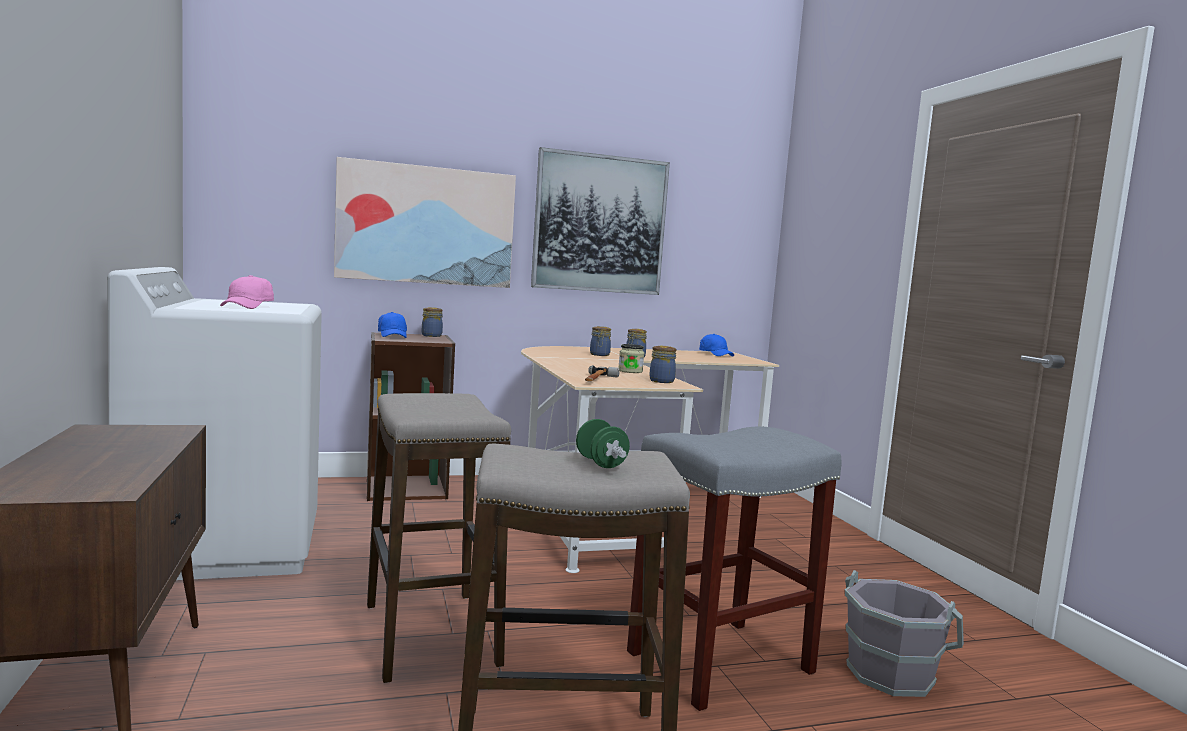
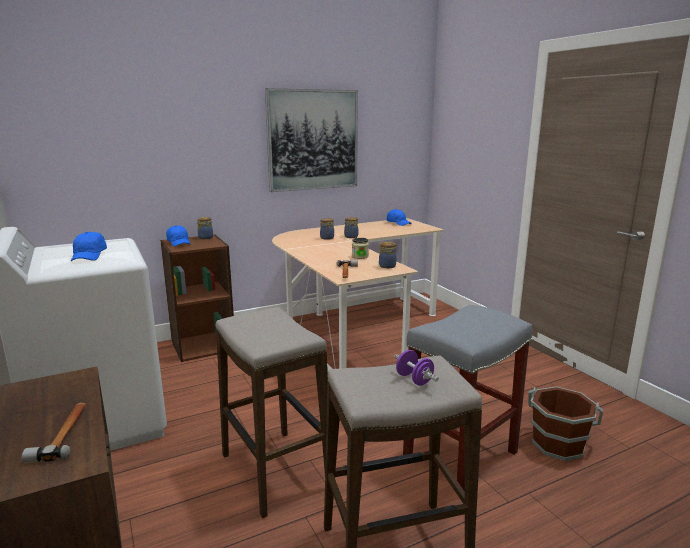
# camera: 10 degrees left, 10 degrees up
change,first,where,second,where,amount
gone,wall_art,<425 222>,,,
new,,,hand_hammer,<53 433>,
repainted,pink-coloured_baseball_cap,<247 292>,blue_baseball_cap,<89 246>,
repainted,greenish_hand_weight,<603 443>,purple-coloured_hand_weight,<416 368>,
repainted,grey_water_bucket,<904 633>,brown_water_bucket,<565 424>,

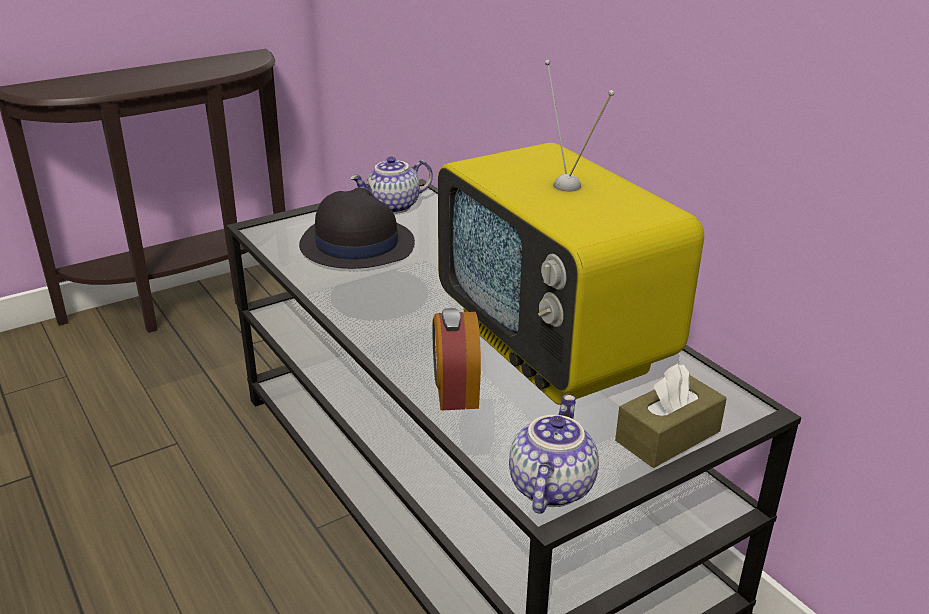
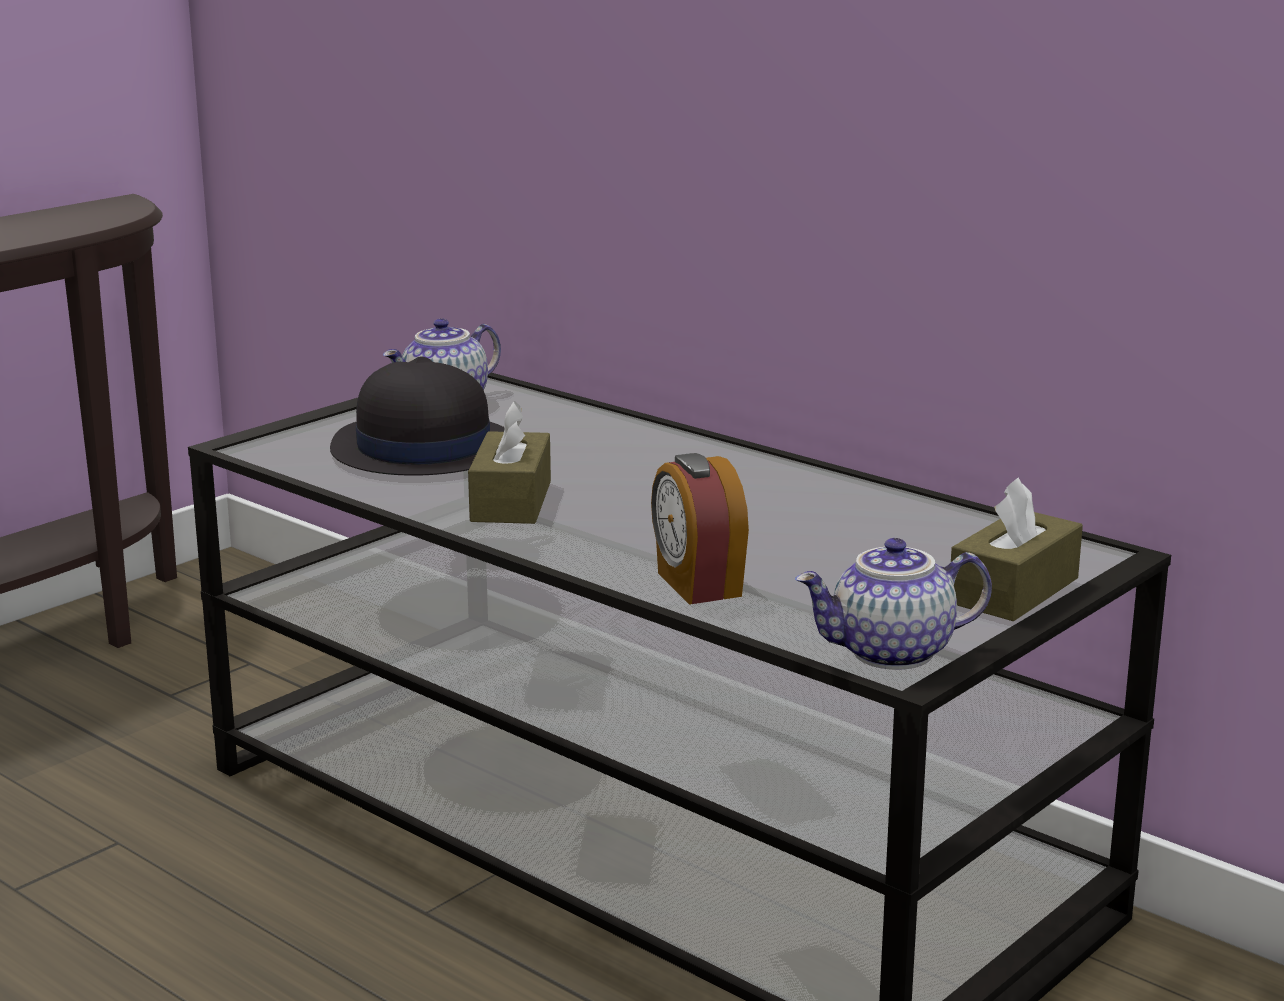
# camera: 15 degrees left, 10 degrees down
change,first,where,second,where,amount
gone,TV,<571 232>,,,
new,,,brown_box_of_tissues,<509 462>,
rotated,tea_pot,<554 454>,,<893 604>,105 degrees counterclockwise

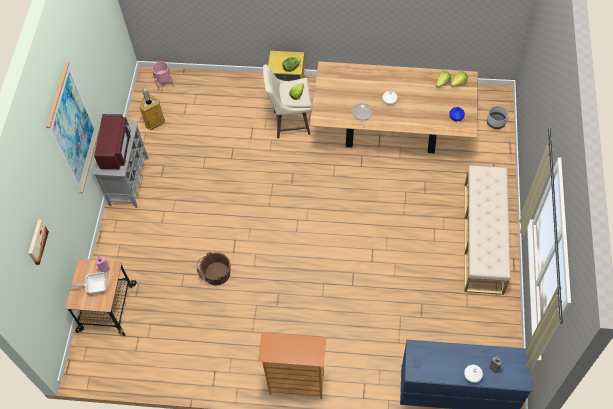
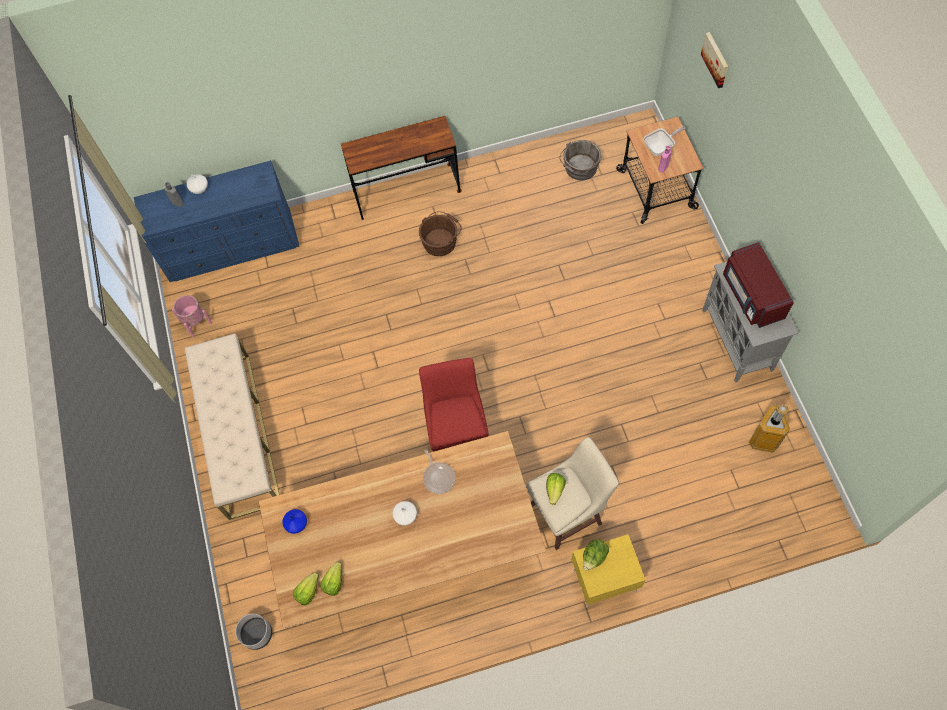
# camera: 160 degrees right, 5 degrees up
change,first,where,second,where,amount
gone,wall_art,<72 127>,,,
new,,,reddish_stool,<454 404>,
new,,,grey_water_bucket,<580 160>,
shifted,pink-coloured_flower_pot,<163 76>,,<192 316>,
shifted,brown_water_bucket,<214 268>,,<440 233>,
swapped,bookshelf,<292 366>,brown_desk_unit,<401 168>,

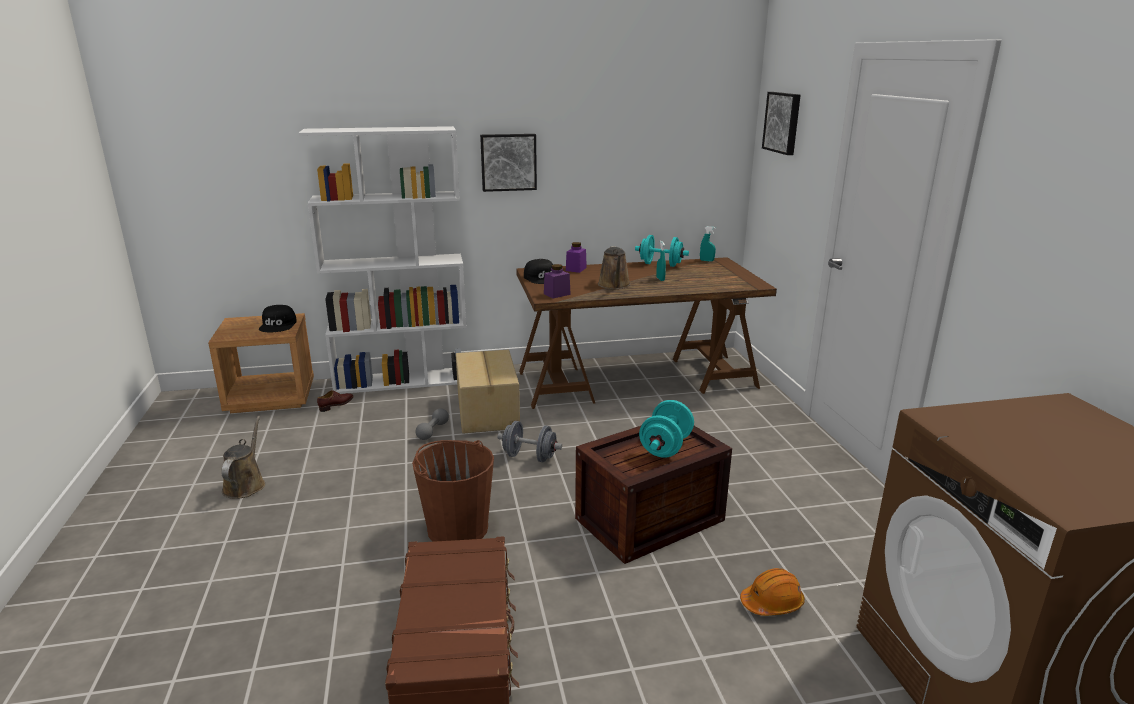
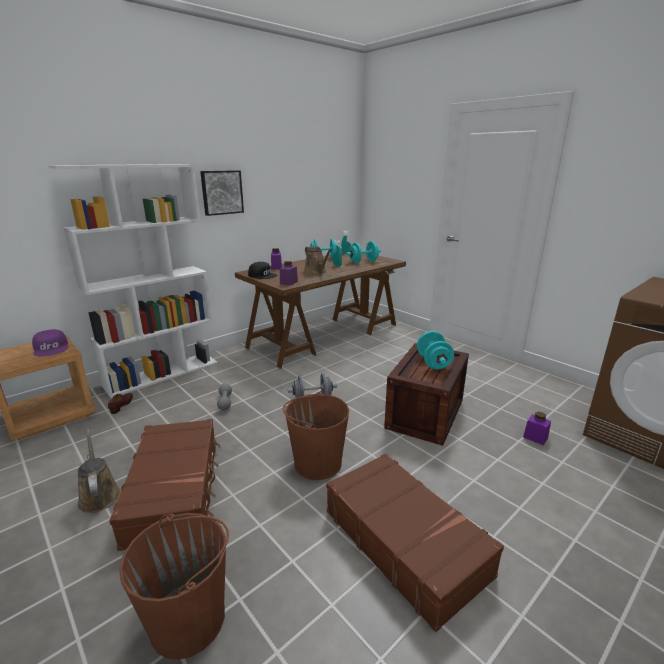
# camera: 30 degrees left, 0 degrees up
change,first,where,second,where,amount
gone,cardboard_box,<488 391>,,,
gone,wall_art,<781 123>,,,
new,,,brown_suitcase,<164 485>,
new,,,brown_water_bucket,<174 586>,
new,,,blue-green_hand_weight,<363 252>,
swapped,orange_safety_helmet,<772 592>,purple-coloured_jar,<537 428>,
repainted,black_baseball_cap,<278 318>,purple-coloured_baseball_cap,<50 343>,

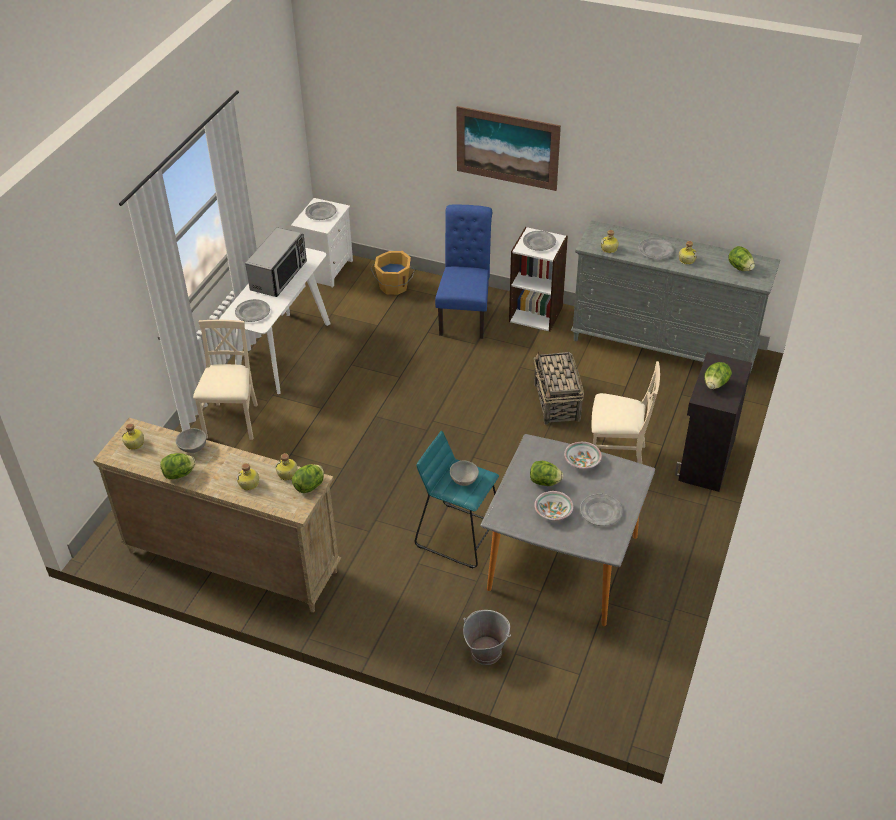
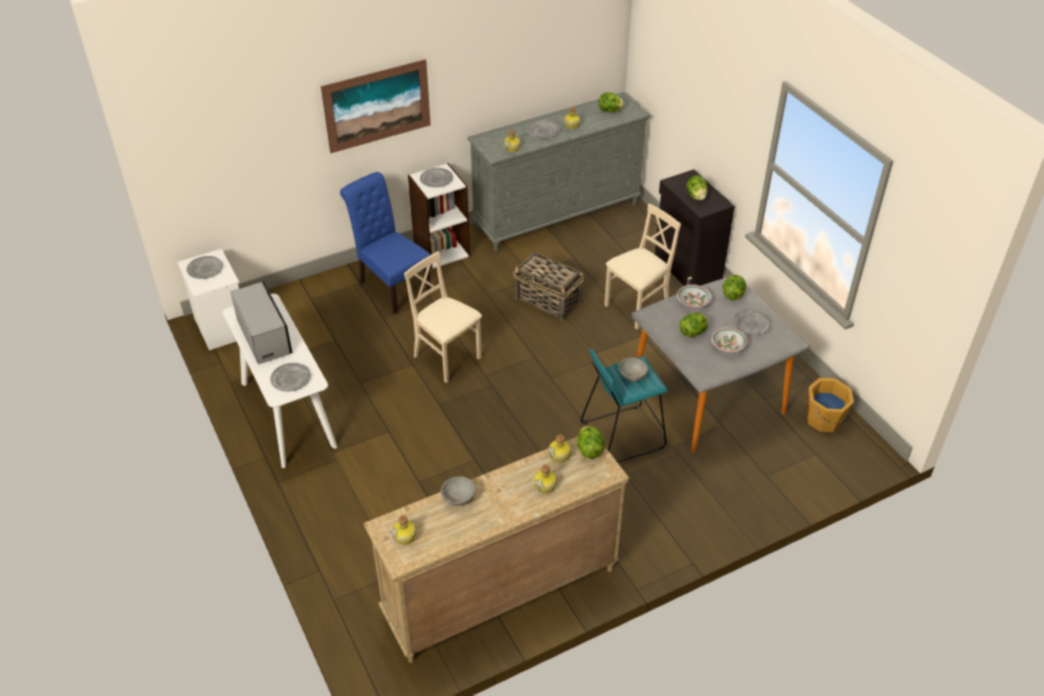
# camera: 50 degrees left, 0 degrees up
change,first,where,second,where,amount
gone,grey_water_bucket,<487 637>,,,
shifted,head_of_lettuce,<178 466>,,<734 287>,
shifted,sand-coloured_chair,<225 380>,,<443 317>,
shifted,orange_water_bucket,<393 273>,,<830 405>,

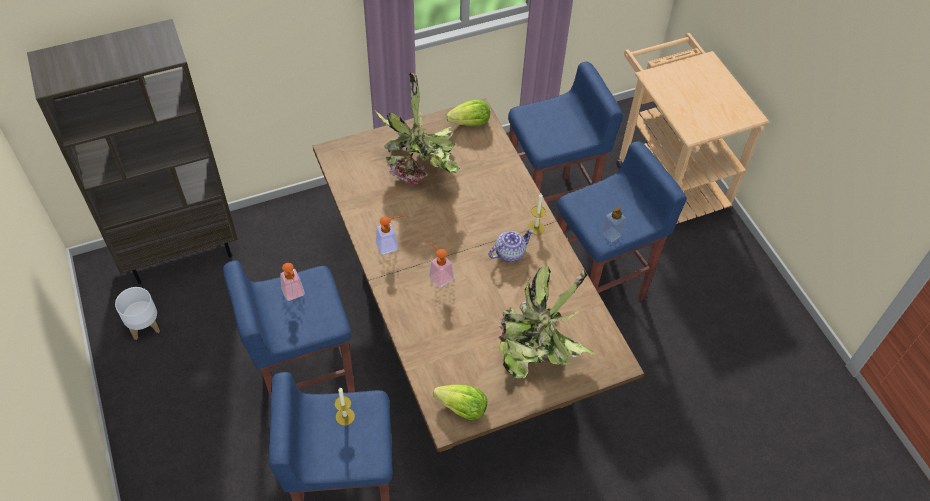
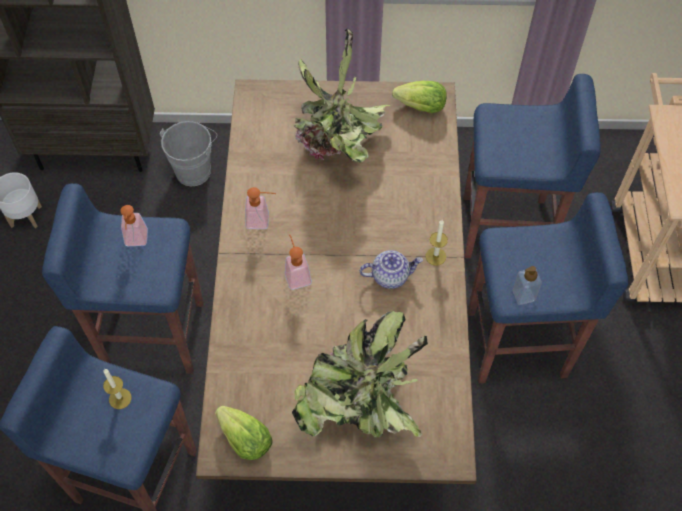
# camera: 25 degrees right, 5 degrees up
change,first,where,second,where,amount
new,,,grey_water_bucket,<188 153>,

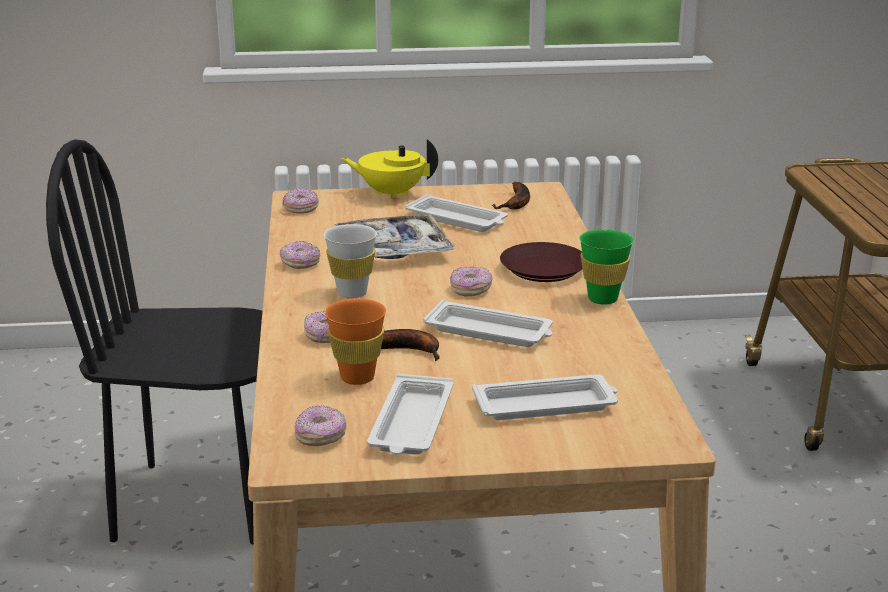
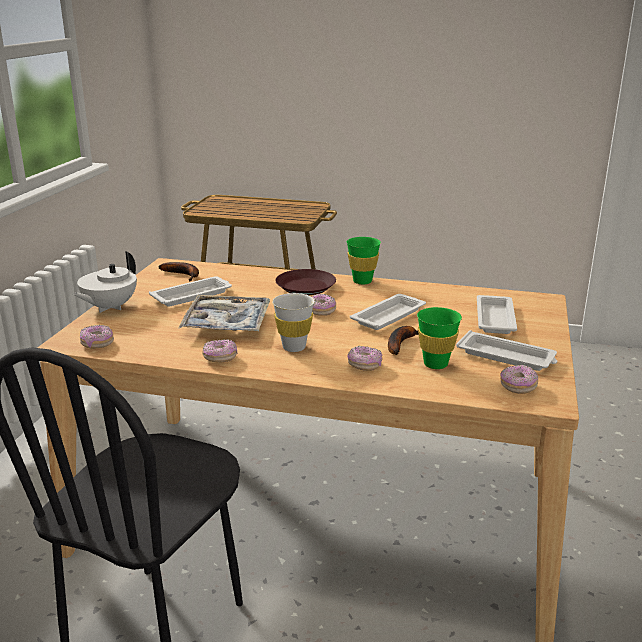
# camera: 70 degrees left, 0 degrees up
change,first,where,second,where,amount
repainted,orange_cup,<355 341>,greenish_cup,<439 338>,
repainted,yellow-coloured_tea_pot,<389 169>,white_tea_pot,<105 282>,

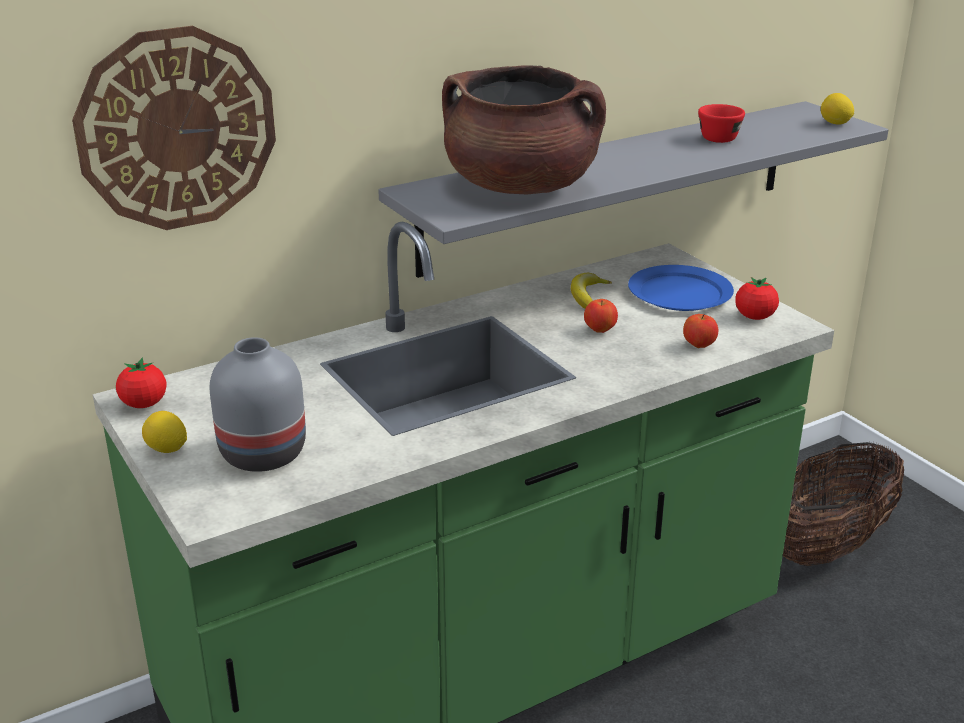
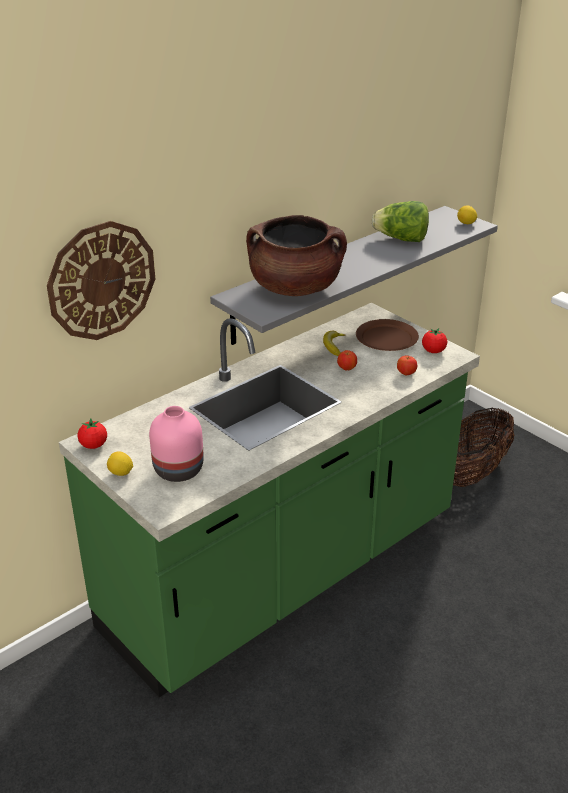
# camera: 10 degrees left, 5 degrees up
change,first,where,second,where,amount
swapped,reddish_cup,<721 123>,head_of_lettuce,<400 221>,
repainted,grey_decorative_vase,<258 404>,pink-coloured_decorative_vase,<176 444>,
repainted,blue_plate,<681 288>,brown_plate,<387 335>,

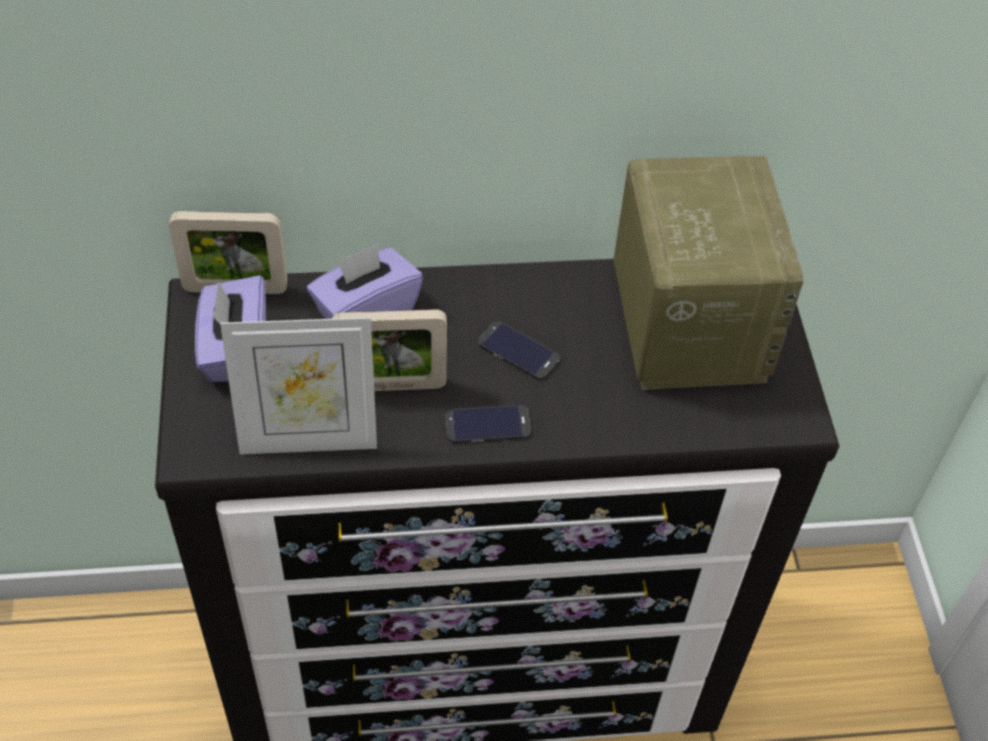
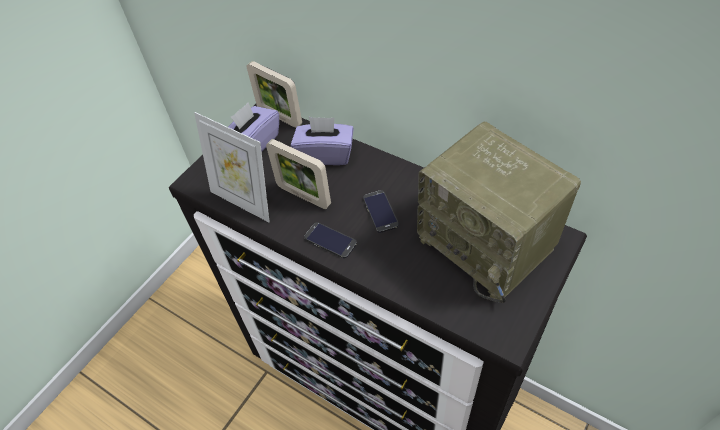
# camera: 45 degrees right, 0 degrees up
change,first,where,second,where,amount
rotated,radio_set,<709 273>,,<499 212>,105 degrees clockwise

